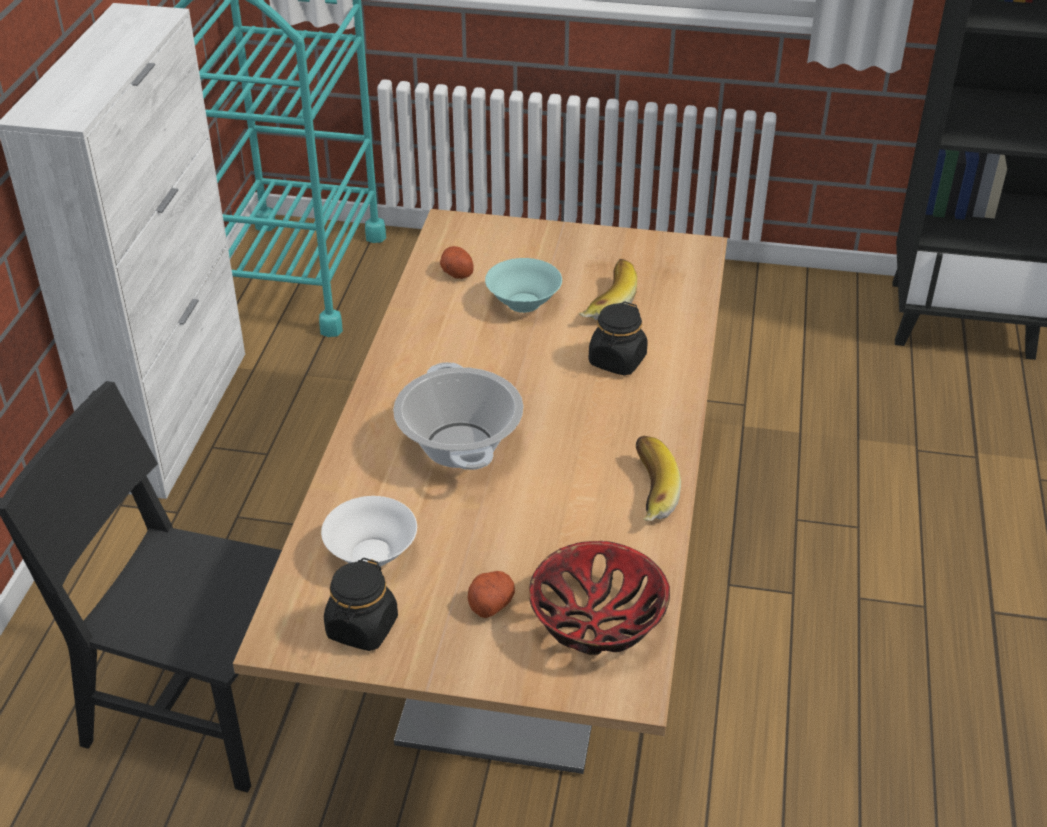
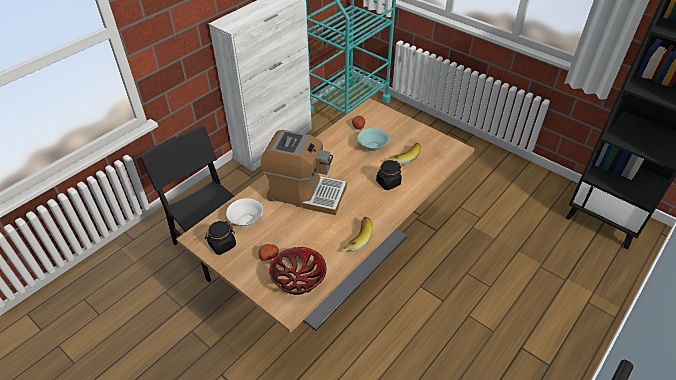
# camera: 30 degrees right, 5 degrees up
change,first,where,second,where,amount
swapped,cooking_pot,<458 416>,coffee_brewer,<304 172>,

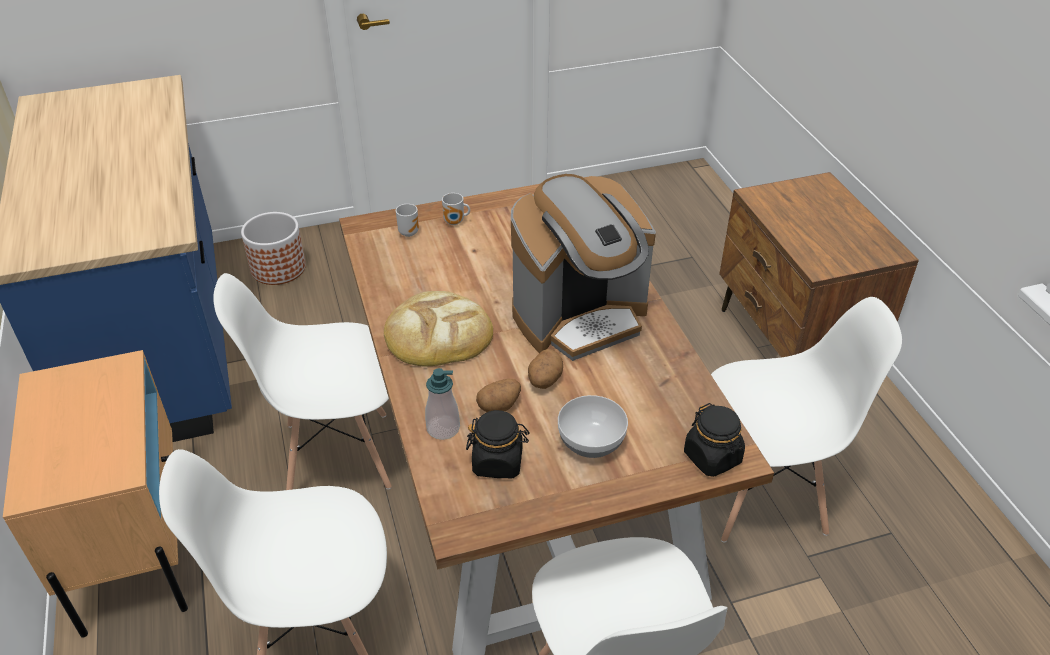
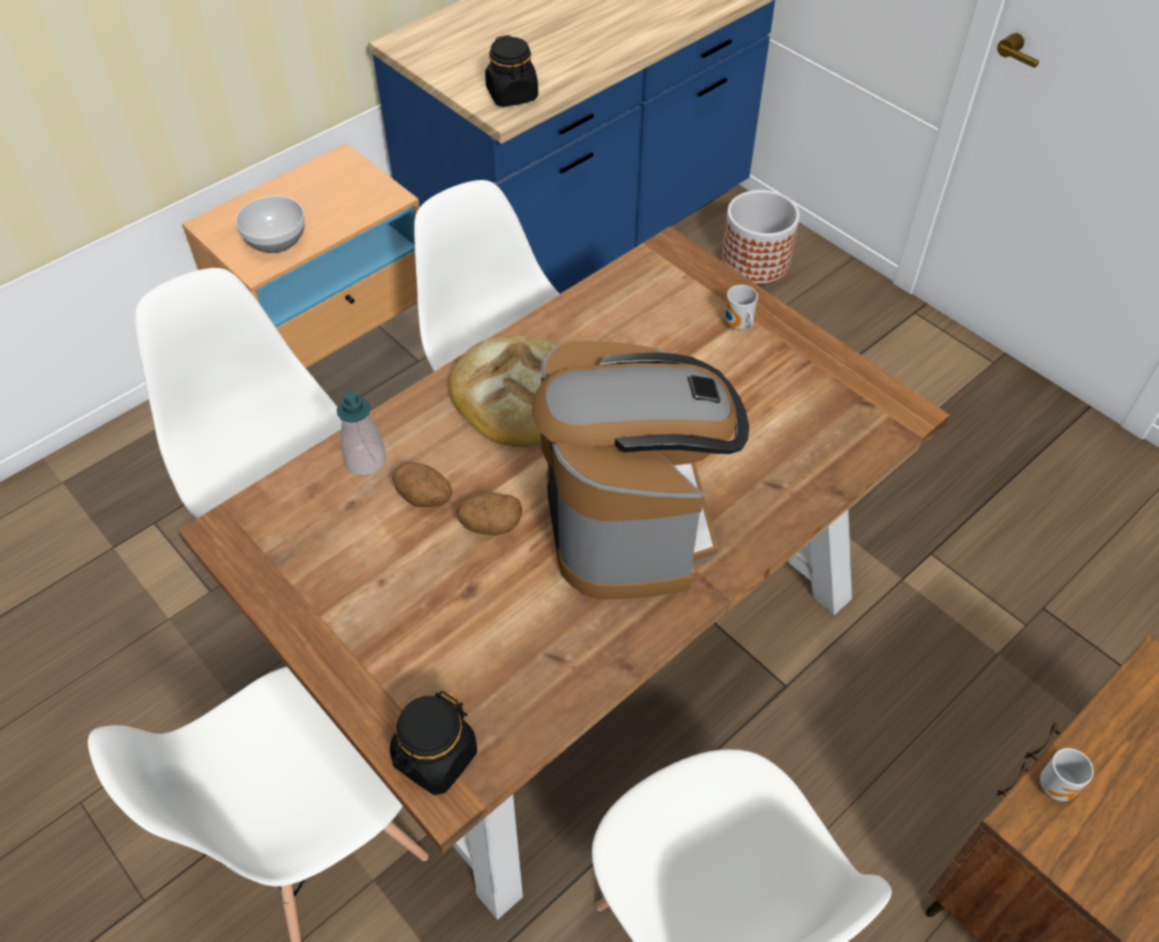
# camera: 65 degrees right, 10 degrees up
change,first,where,second,where,amount
shifted,tea_mug,<407 220>,,<1067 774>,
shifted,black_jar,<498 444>,,<511 71>,
shifted,serving_bowl,<593 426>,,<270 224>,
rotated,coffee_brewer,<583 267>,,<640 470>,135 degrees counterclockwise

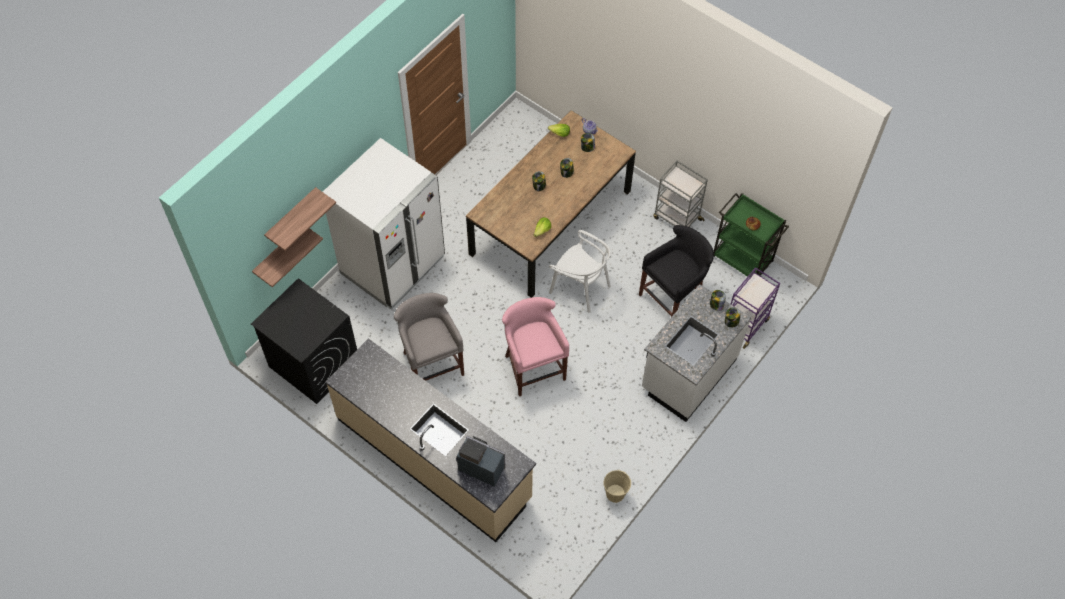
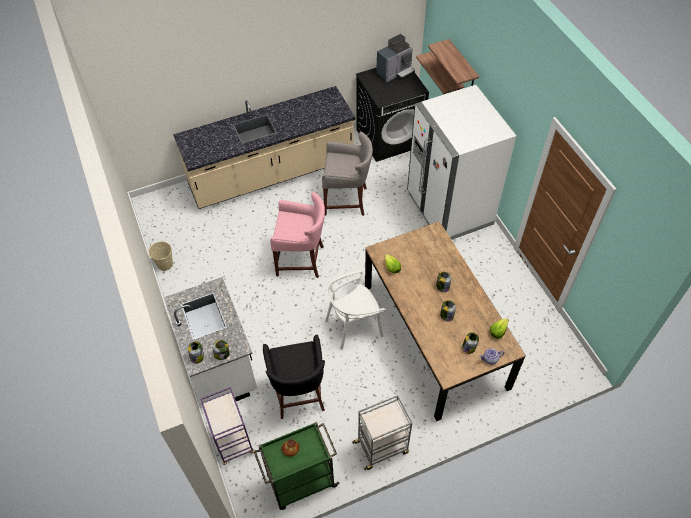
# camera: 120 degrees right, 5 degrees down
change,first,where,second,where,amount
shifted,coffee_brewer,<481 461>,,<395 58>,

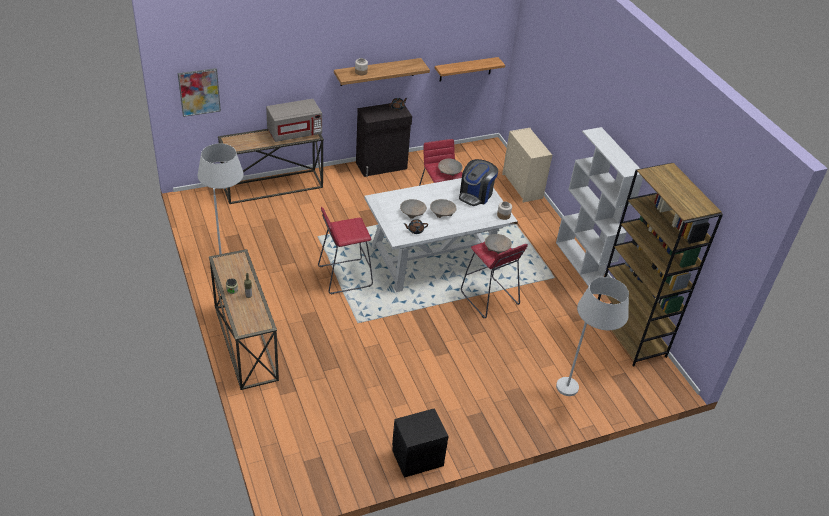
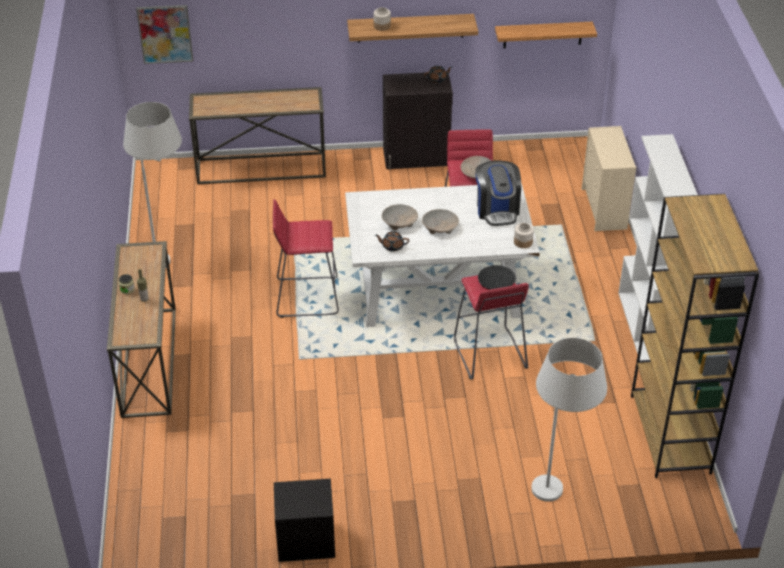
# camera: 20 degrees right, 0 degrees up
change,first,where,second,where,amount
gone,grey_microwave_oven,<294 120>,,,
repainted,sand-coloured_serving_bowl,<498 244>,black_serving_bowl,<497 277>,
rotated,coffee_brewer,<478 182>,,<498 193>,60 degrees counterclockwise

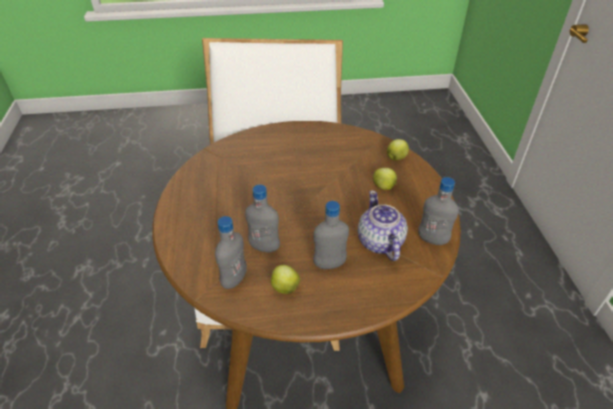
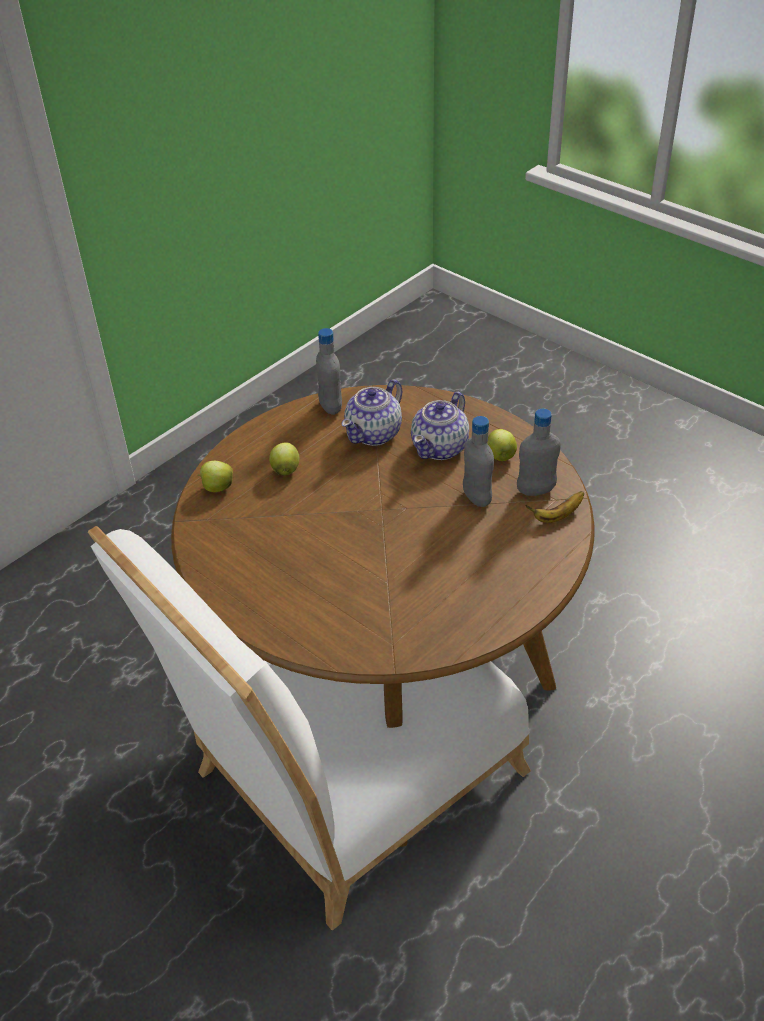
# camera: 130 degrees left, 0 degrees up
change,first,where,second,where,amount
new,,,banana,<554 507>,
swapped,grey_drink_bottle,<331 235>,tea_pot,<440 426>,

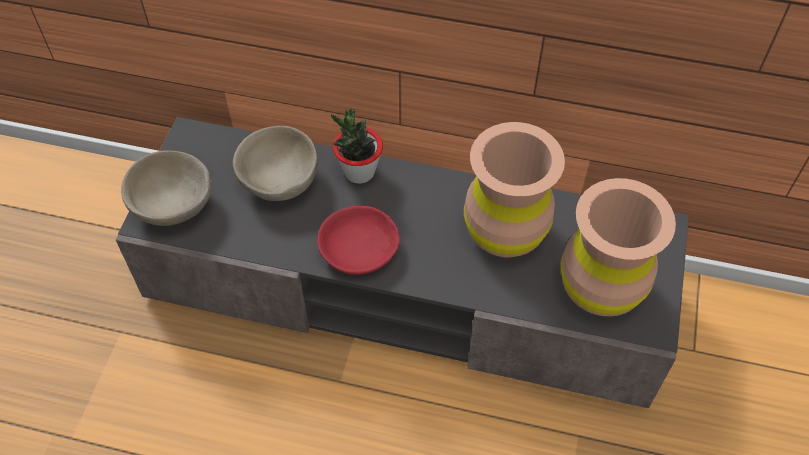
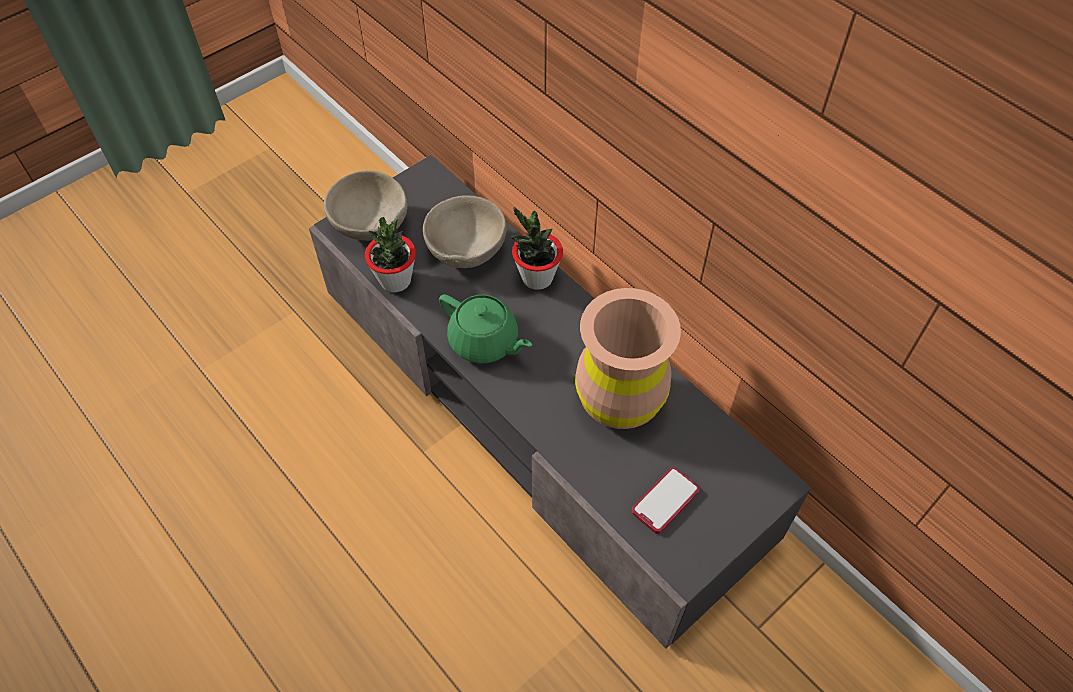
# camera: 35 degrees right, 0 degrees up
change,first,where,second,where,amount
new,,,houseplant,<390 254>,
swapped,reddish_serving_bowl,<358 240>,greenish_tea_pot,<485 328>,
swapped,brown_decorative_vase,<618 247>,handset,<665 500>,

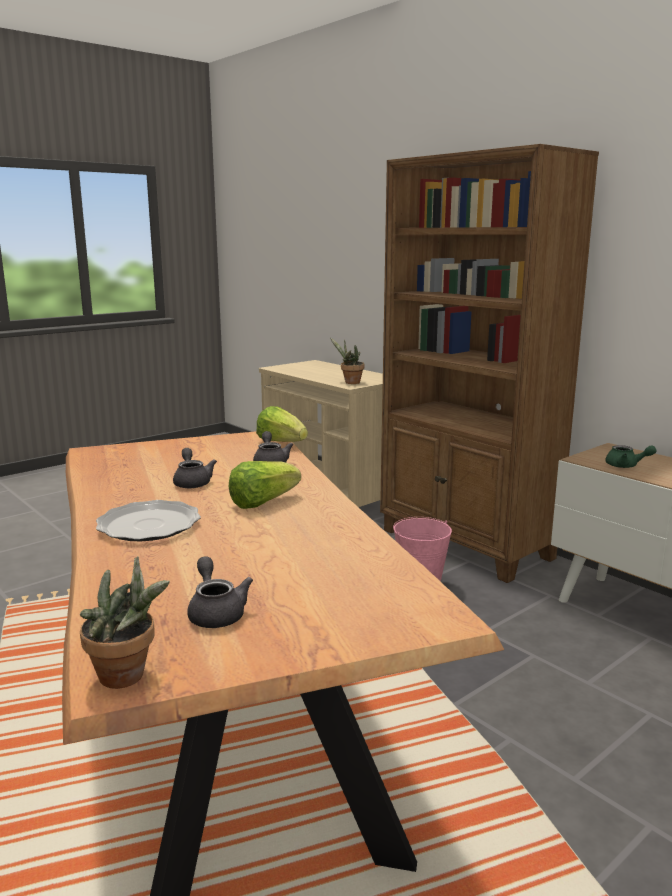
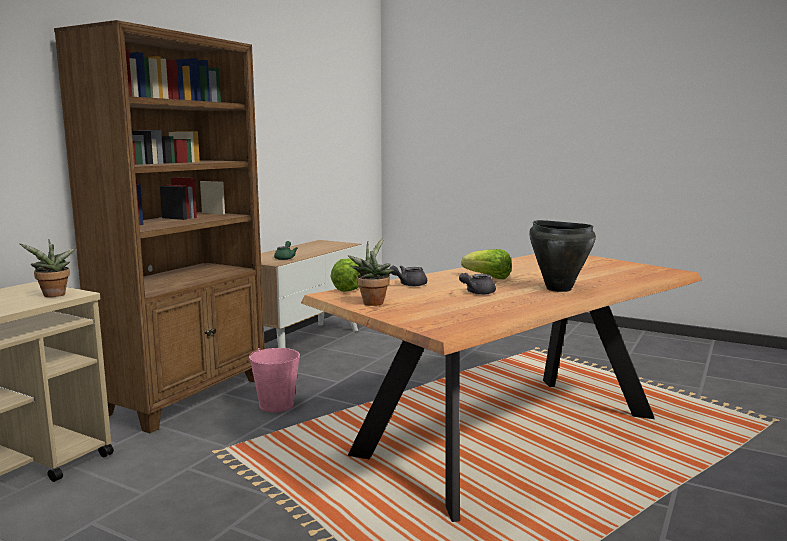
# camera: 110 degrees left, 5 degrees down
change,first,where,second,where,amount
gone,grey_tea_pot,<220 592>,,,
shifted,houseplant,<125 622>,,<370 272>,
swapped,plate,<148 520>,black_cooking_pot,<562 256>,

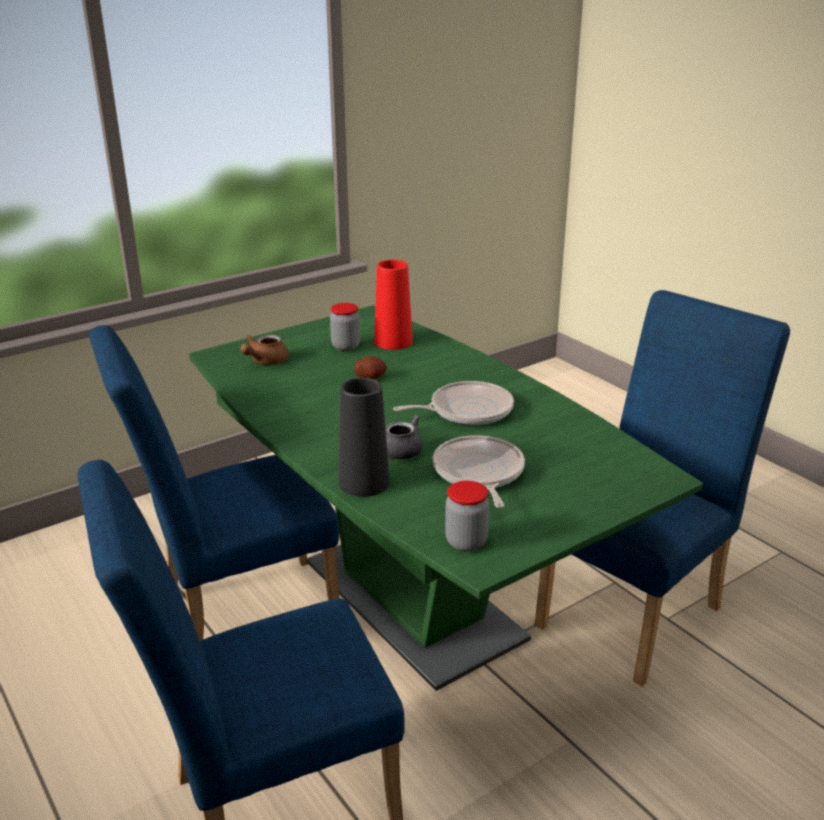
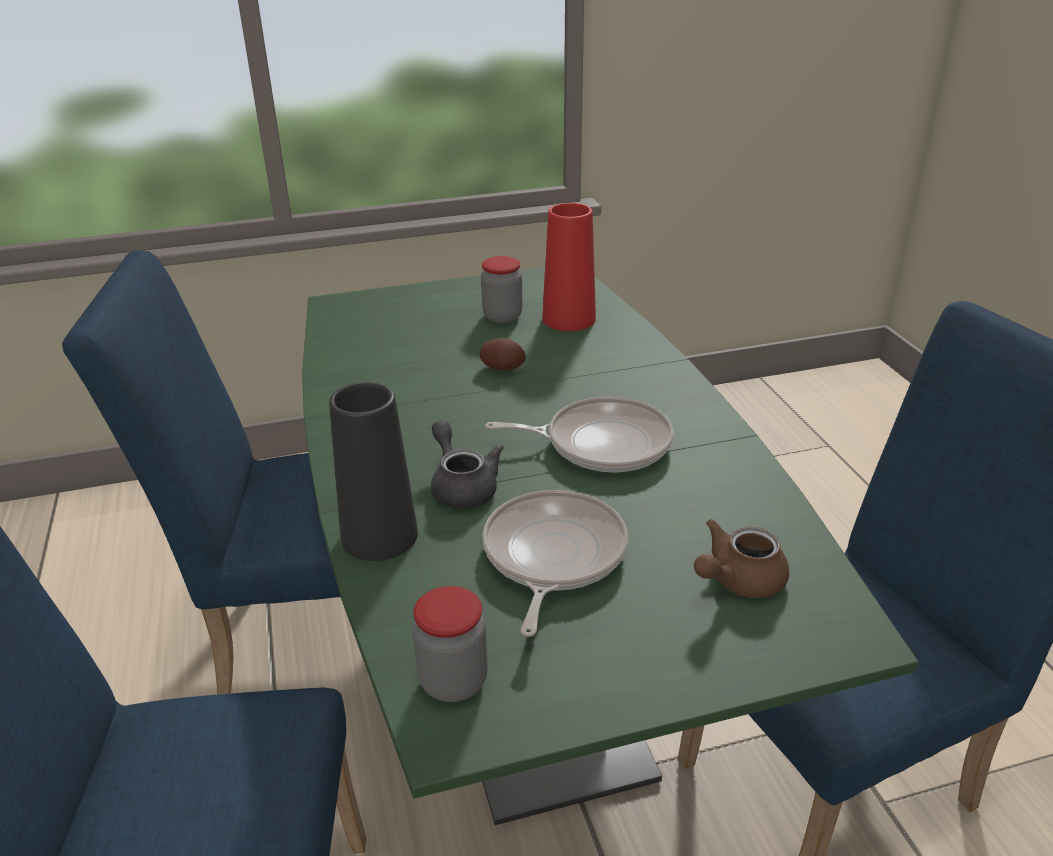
# camera: 20 degrees right, 5 degrees up
change,first,where,second,where,amount
shifted,brown_tea_pot,<264 350>,,<741 558>,

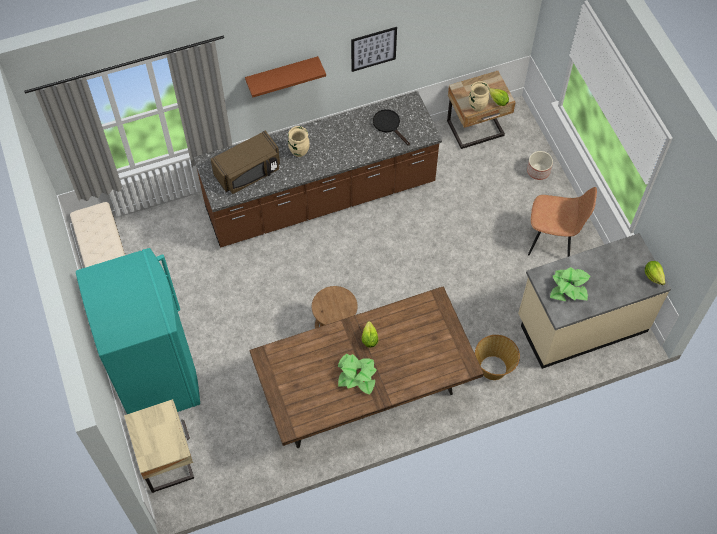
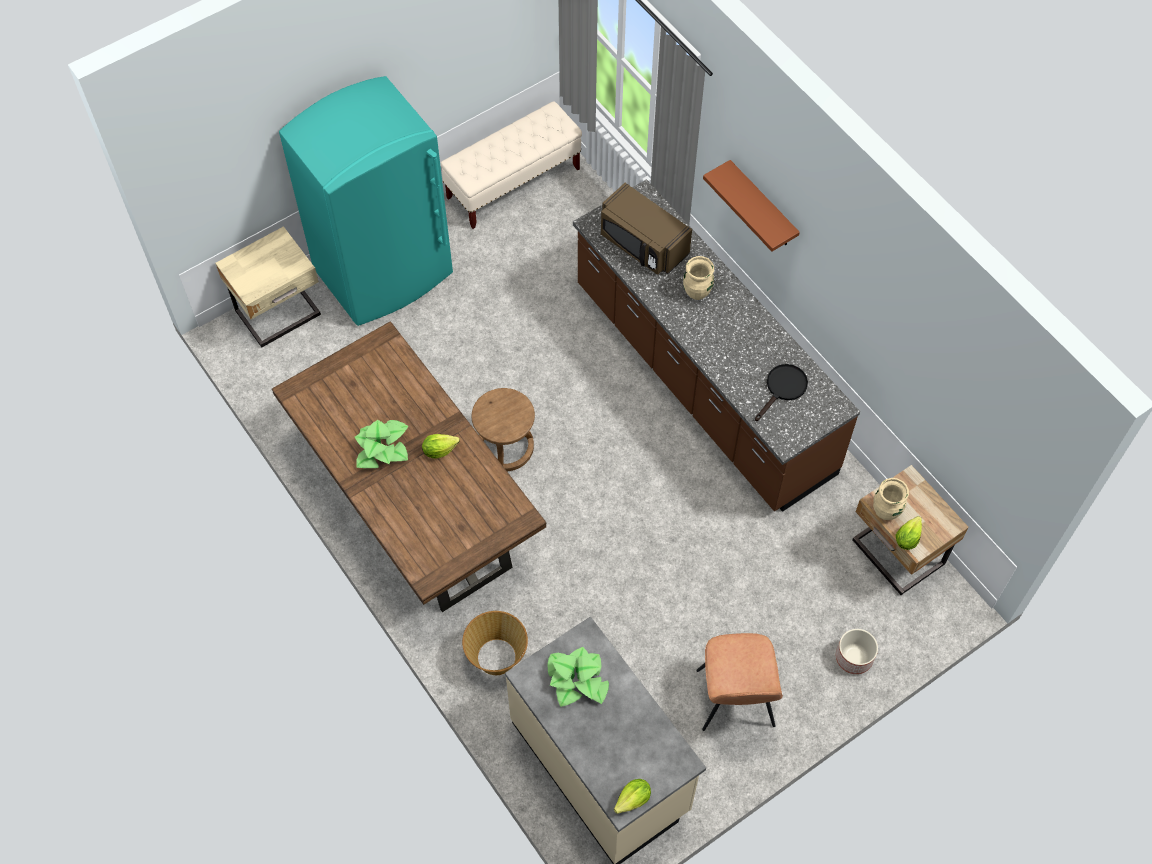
# camera: 75 degrees right, 0 degrees up
change,first,where,second,where,amount
gone,wall_art,<374 49>,,,

